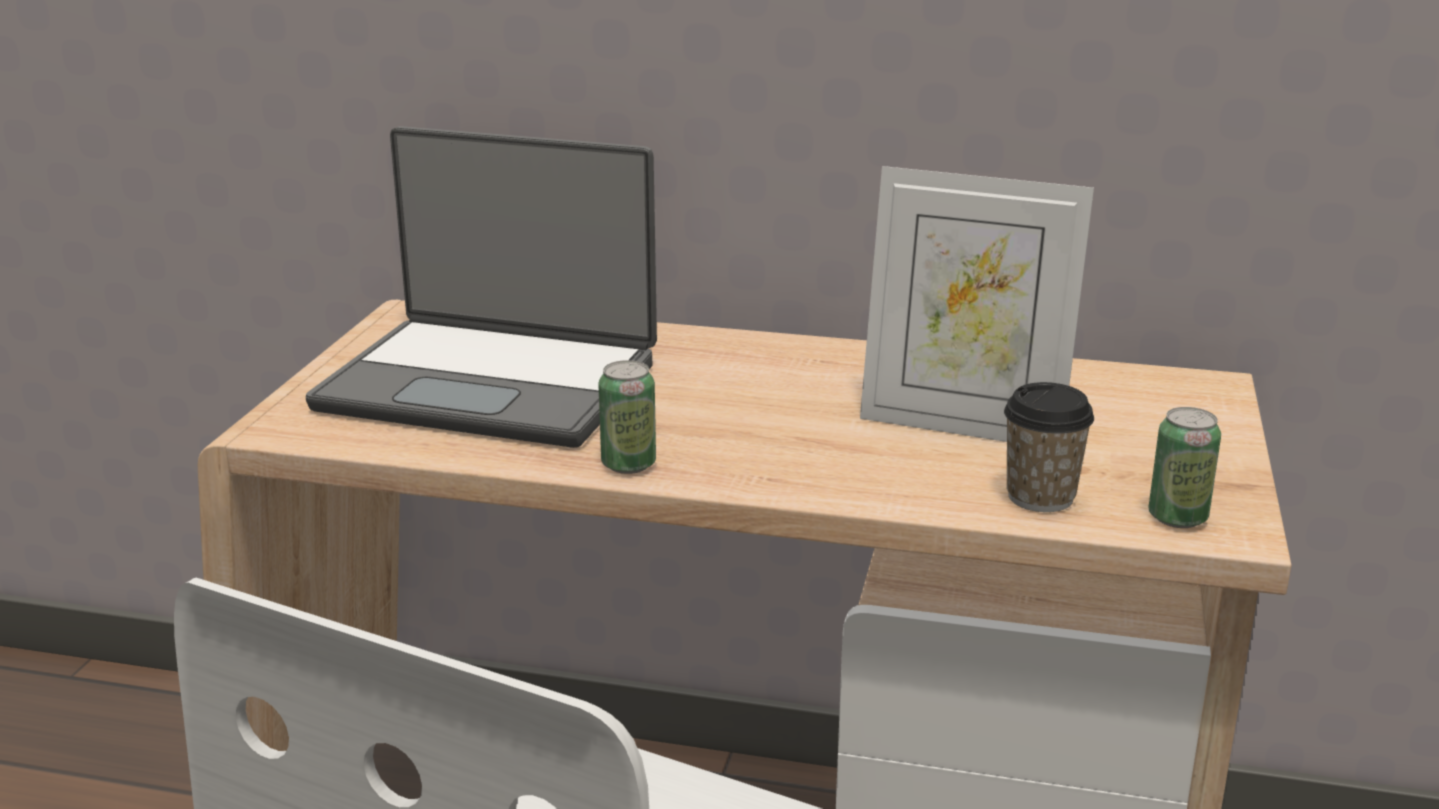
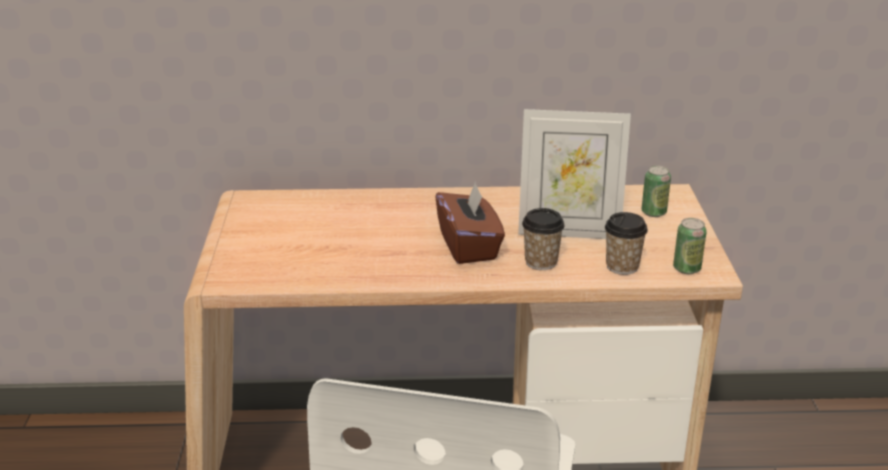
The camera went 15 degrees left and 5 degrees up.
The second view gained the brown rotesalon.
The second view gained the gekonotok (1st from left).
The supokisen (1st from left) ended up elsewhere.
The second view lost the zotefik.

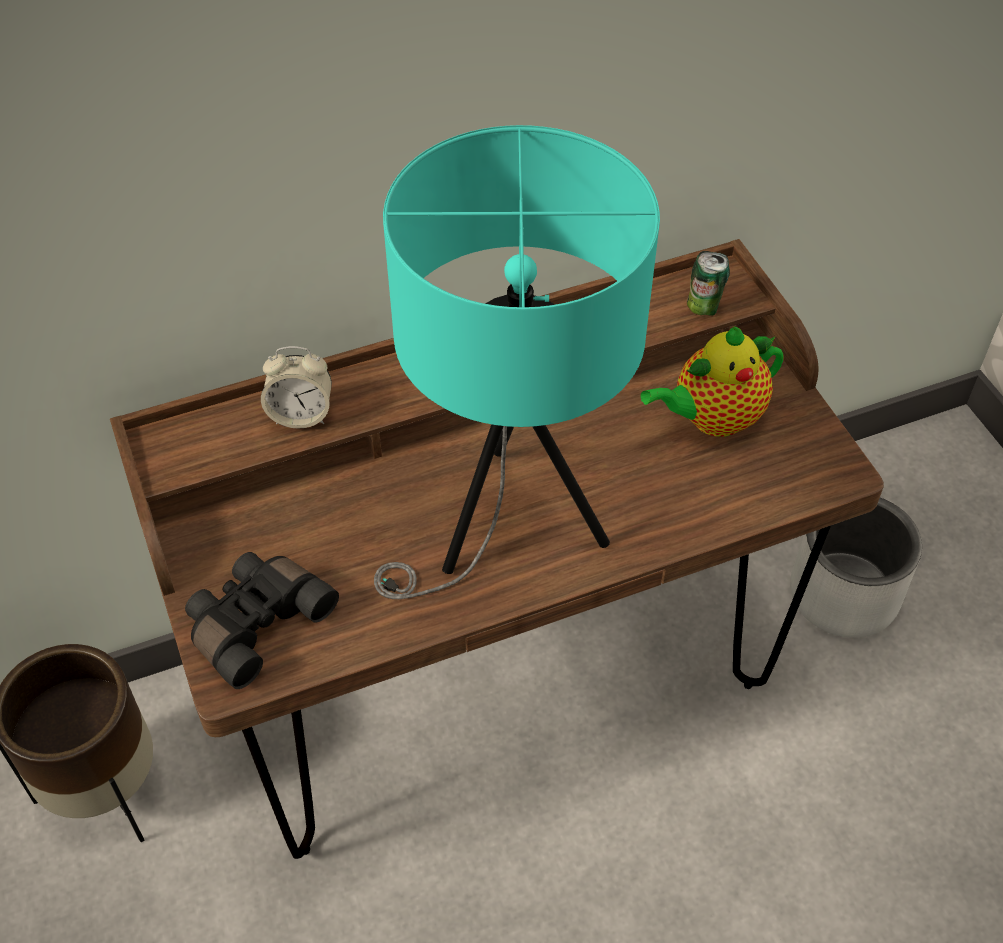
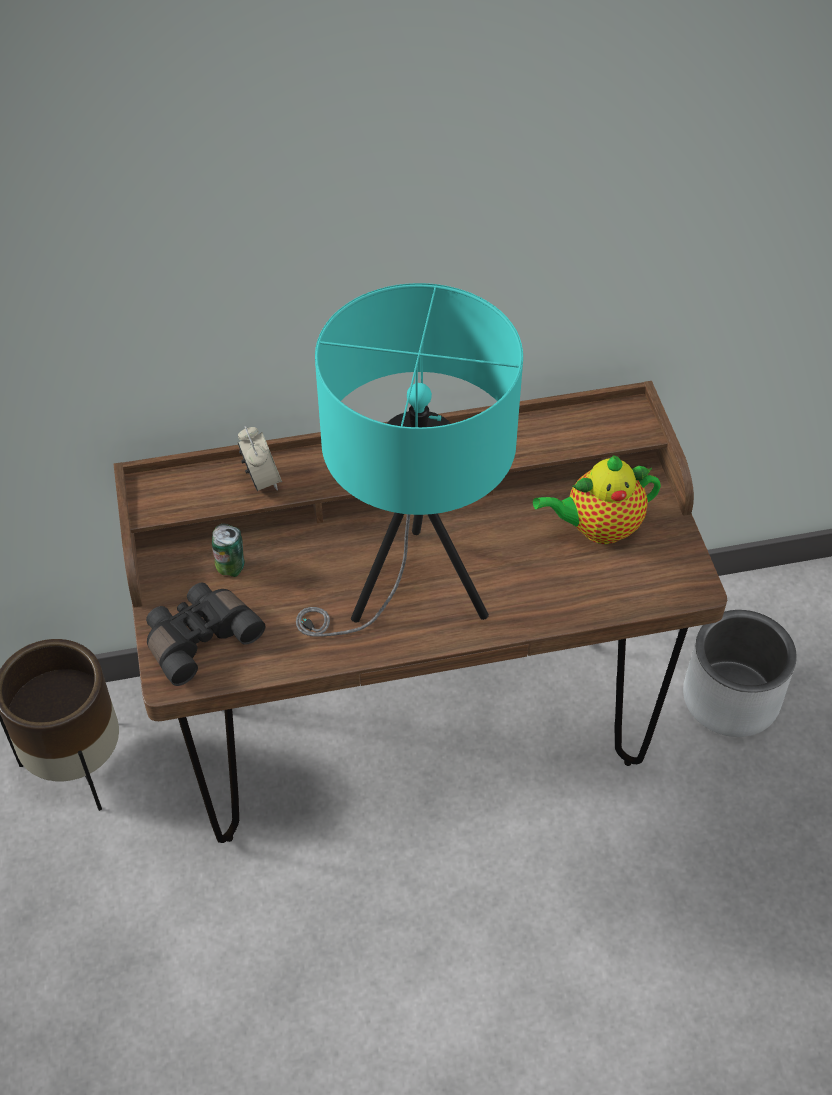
The camera went 10 degrees right and 0 degrees up.
The supokisen ended up elsewhere.
The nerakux ended up facing another way, 120 degrees counterclockwise from before.

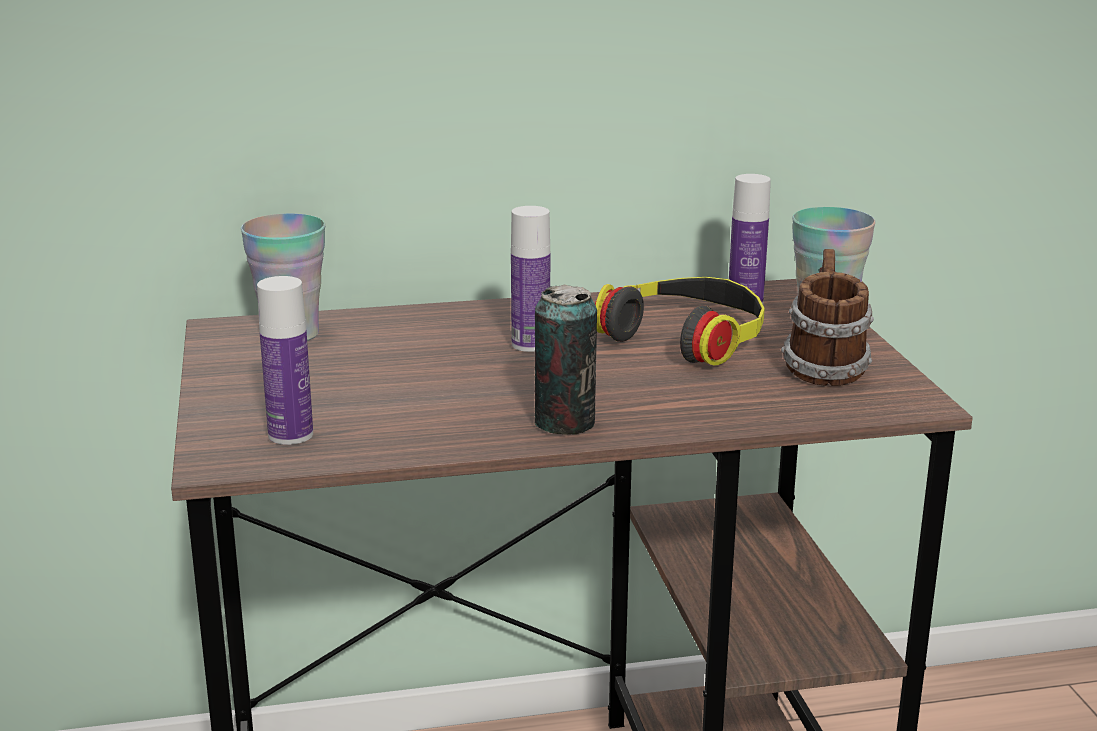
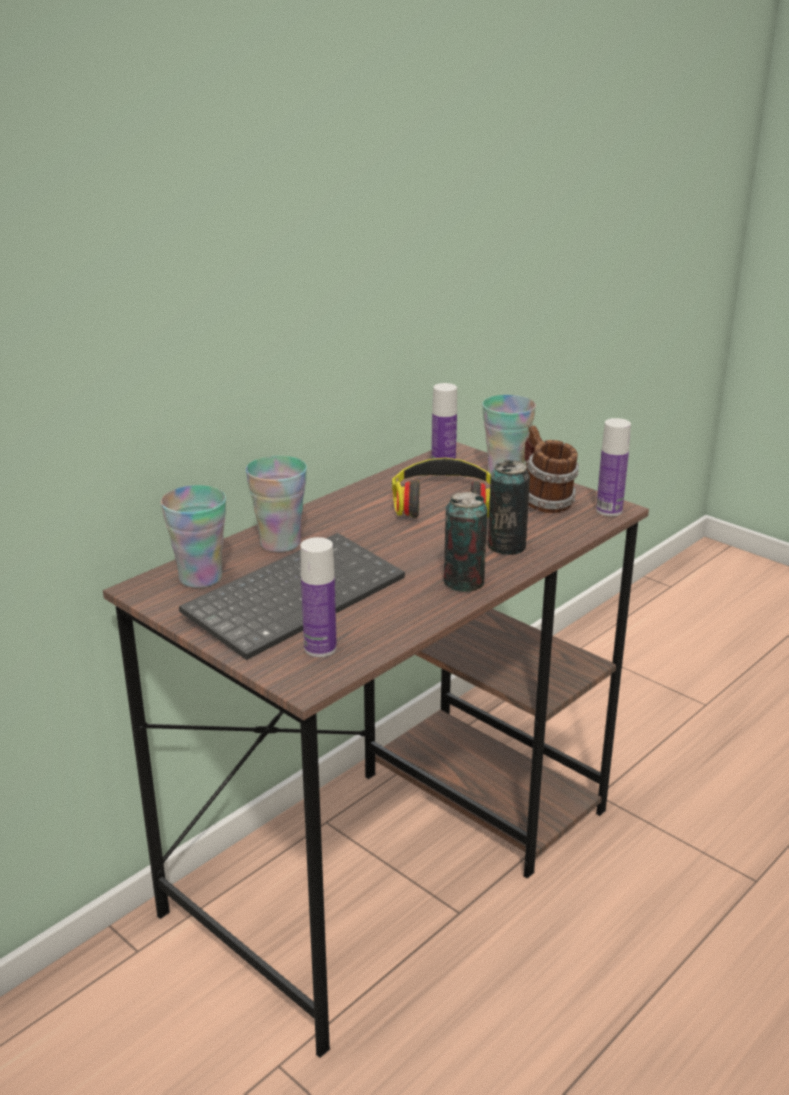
The camera went 35 degrees left and 5 degrees up.
The second view gained the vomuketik.
The second view gained the gekonotok (2nd from left).
The second view gained the supokisen (2nd from left).
The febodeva (2nd from left in the first image) ended up elsewhere.

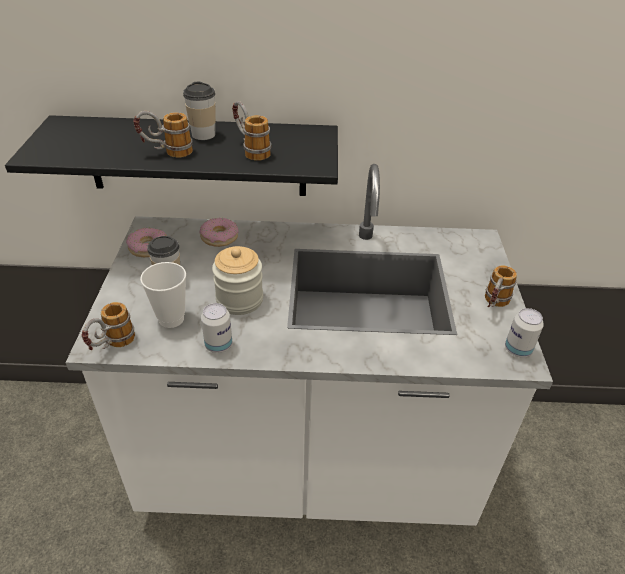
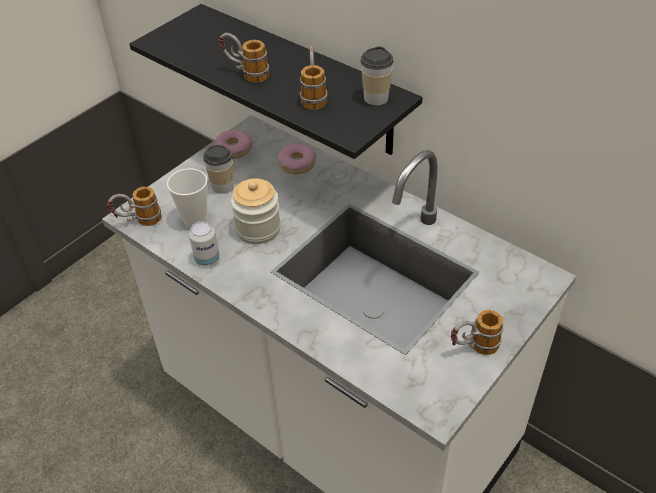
The camera went 40 degrees right and 5 degrees up.
The gekonotok (3rd from left) ended up elsewhere.
The second view lost the supokisen (2nd from left).

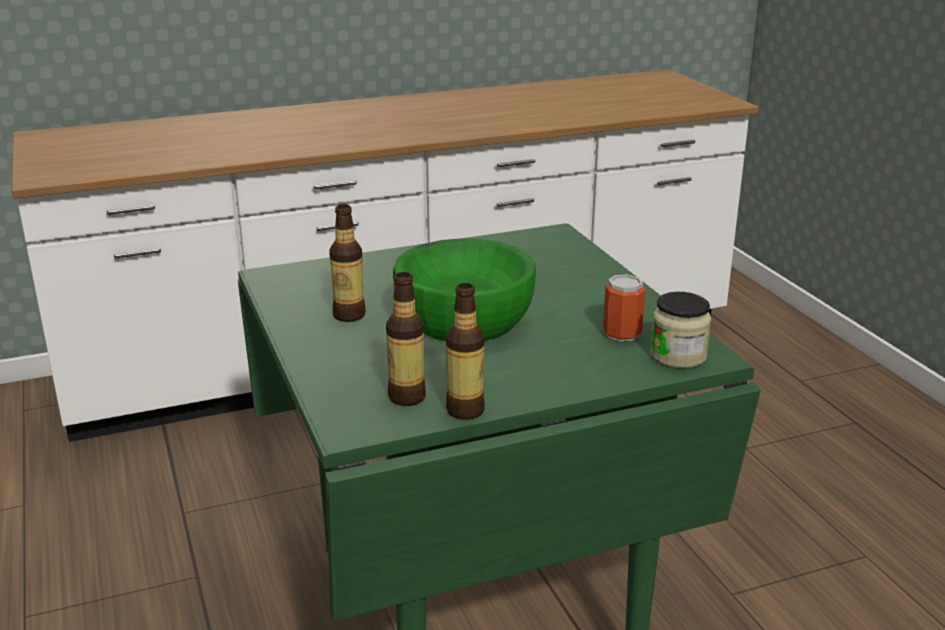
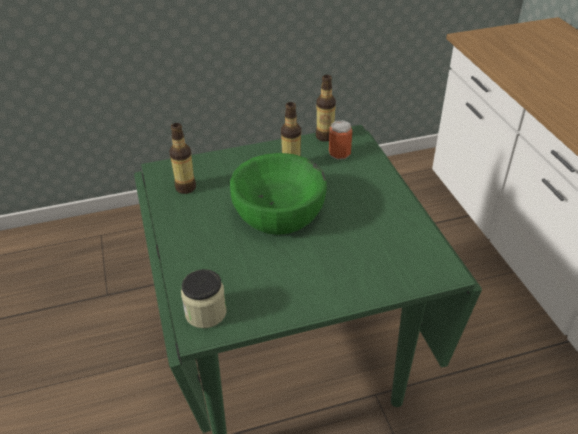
The camera went 95 degrees right and 15 degrees up.
The febodeva (3rd from left) ended up elsewhere.
The supokisen ended up elsewhere.

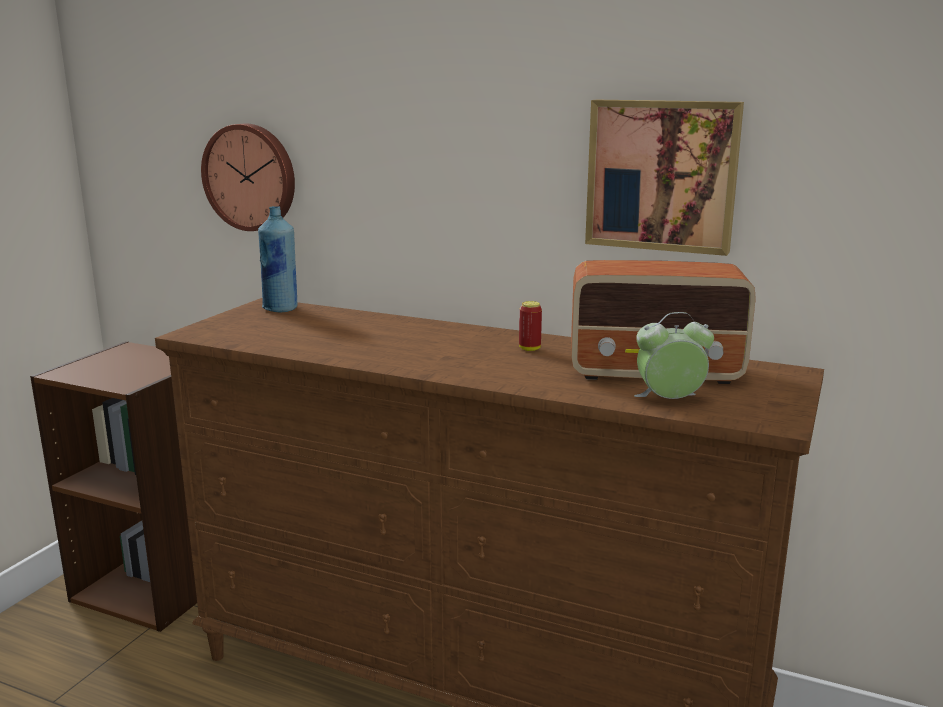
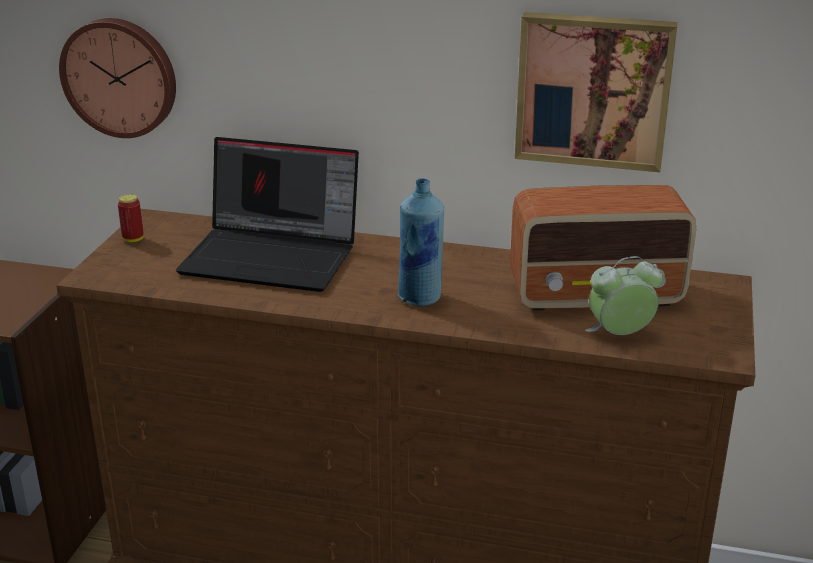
The camera went 10 degrees left and 10 degrees up.
The supokisen ended up elsewhere.
The second view gained the zotefik.
The blue febodeva ended up elsewhere.

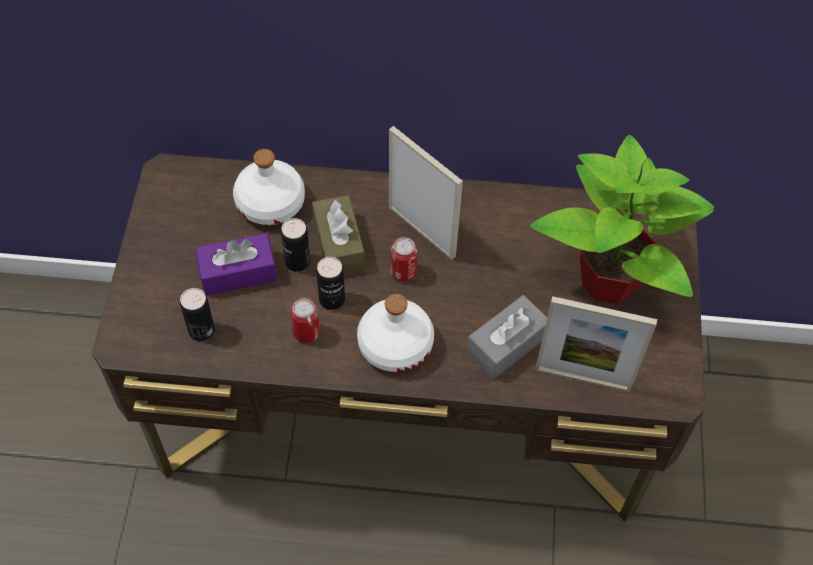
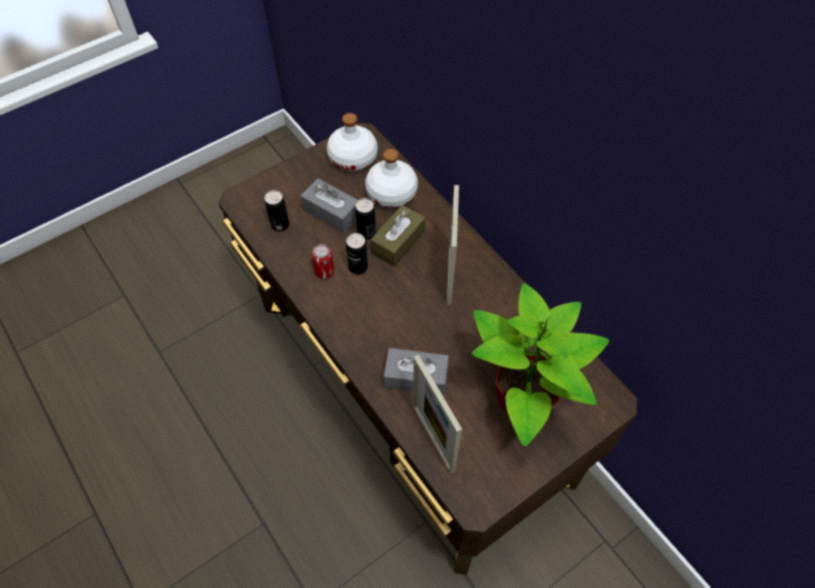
The camera went 50 degrees right and 0 degrees up.
What was the purple rotesalon turned into the grey rotesalon (1st from left).
The white febodeva (2nd from left in the first image) ended up elsewhere.
The second view lost the supokisen (5th from left).

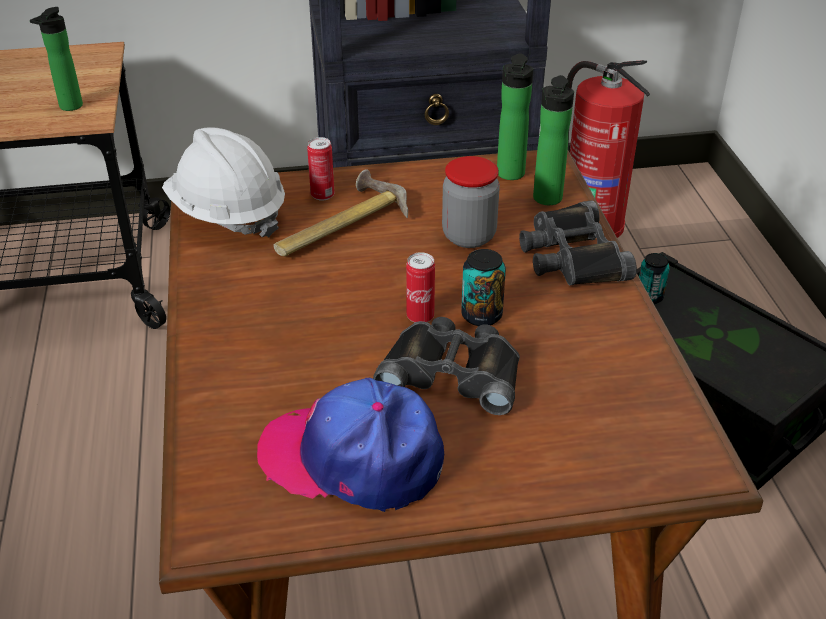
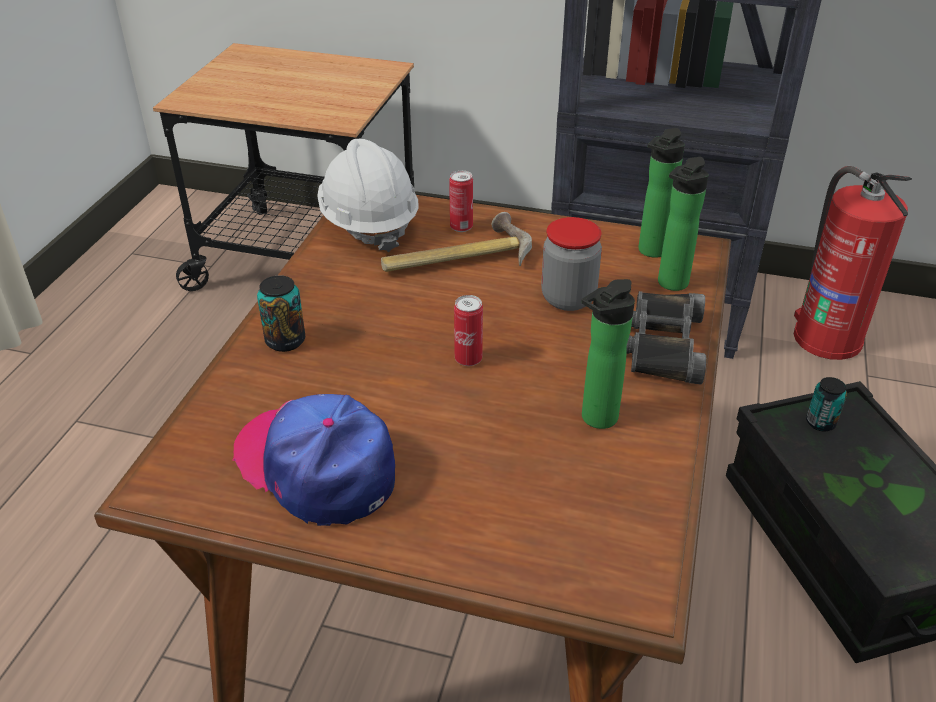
The camera went 25 degrees right and 0 degrees up.
The supokisen (3rd from left in the first image) ended up elsewhere.
The febodeva (1st from left) ended up elsewhere.
The second view lost the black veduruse (1st from left).

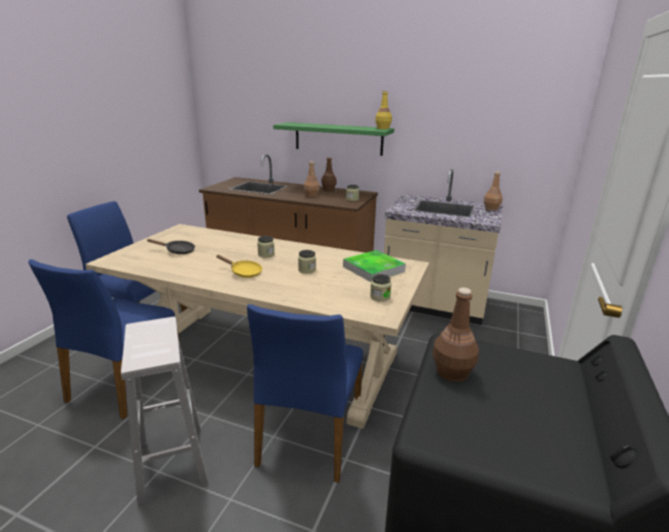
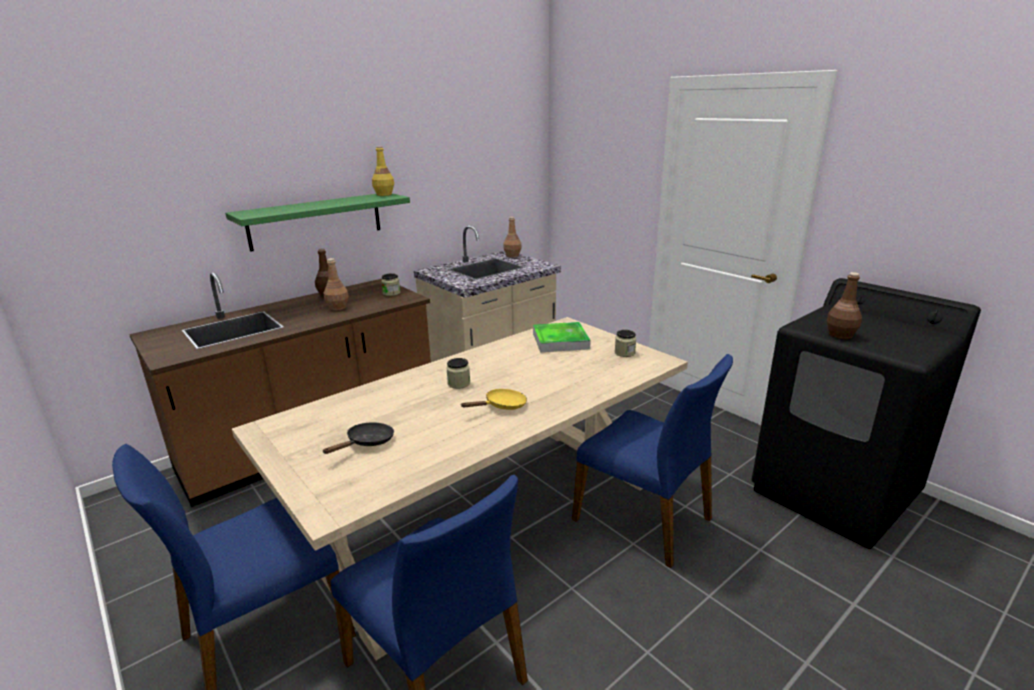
The camera went 60 degrees left and 0 degrees up.
The second view lost the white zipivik.
The second view lost the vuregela (2nd from left).

